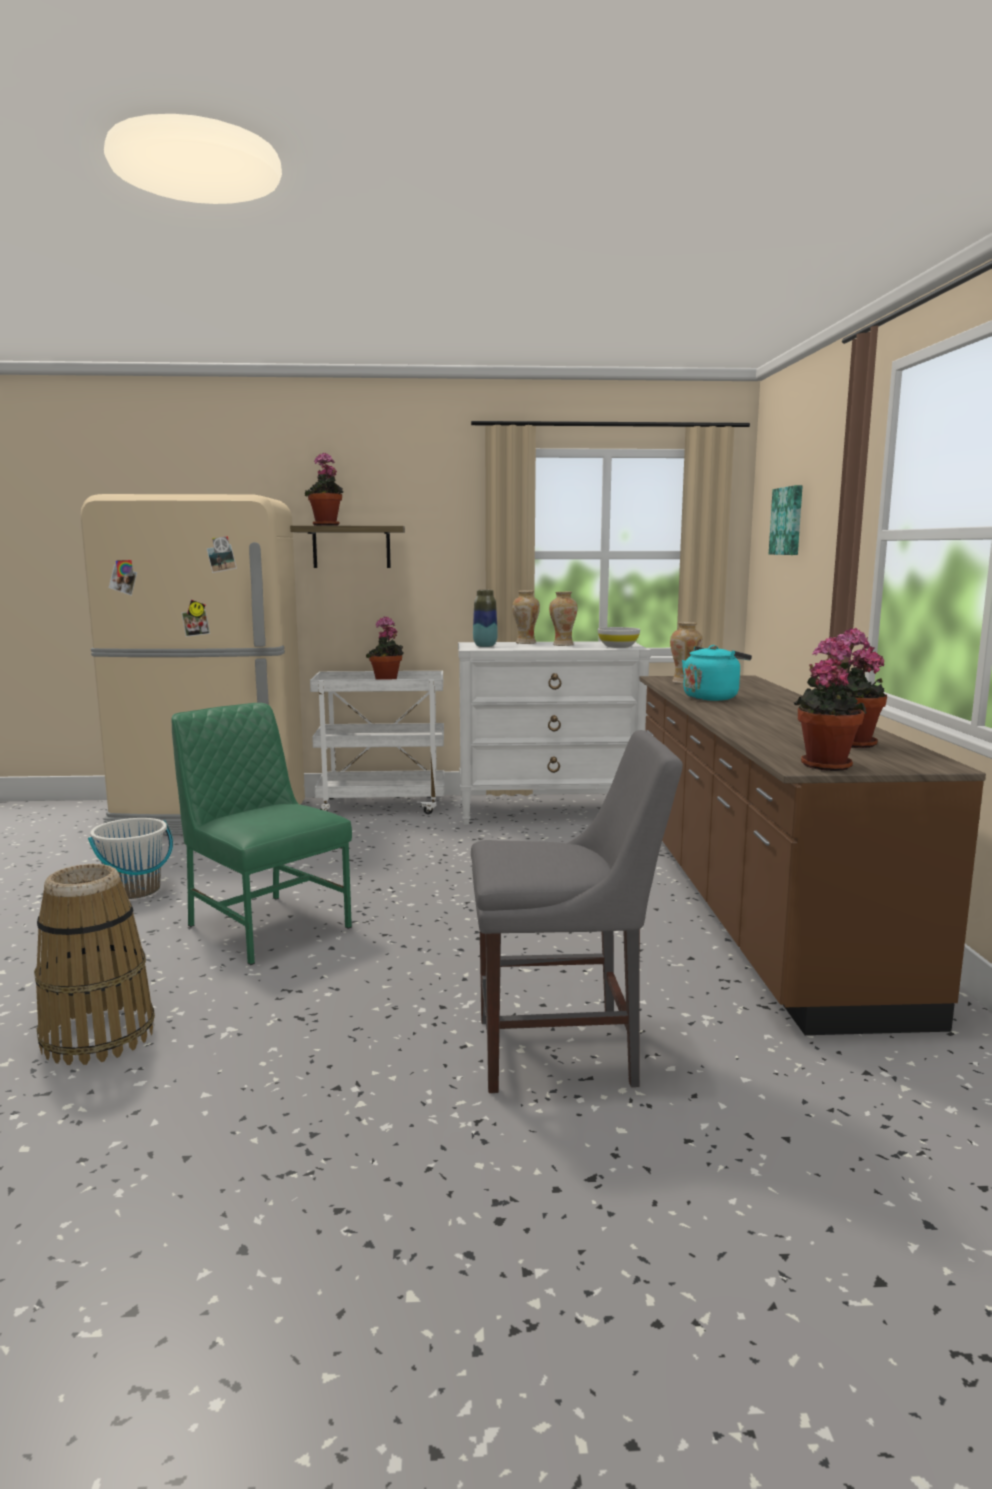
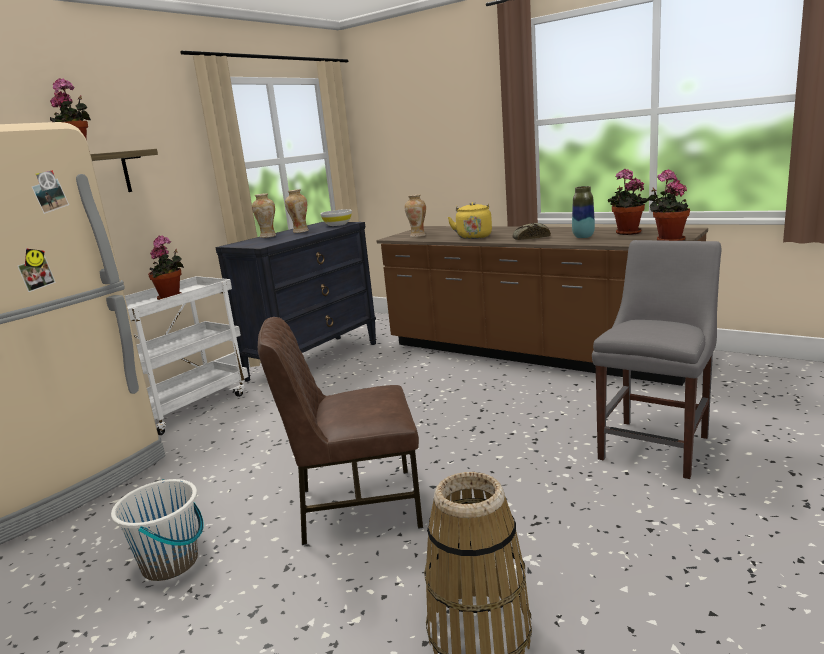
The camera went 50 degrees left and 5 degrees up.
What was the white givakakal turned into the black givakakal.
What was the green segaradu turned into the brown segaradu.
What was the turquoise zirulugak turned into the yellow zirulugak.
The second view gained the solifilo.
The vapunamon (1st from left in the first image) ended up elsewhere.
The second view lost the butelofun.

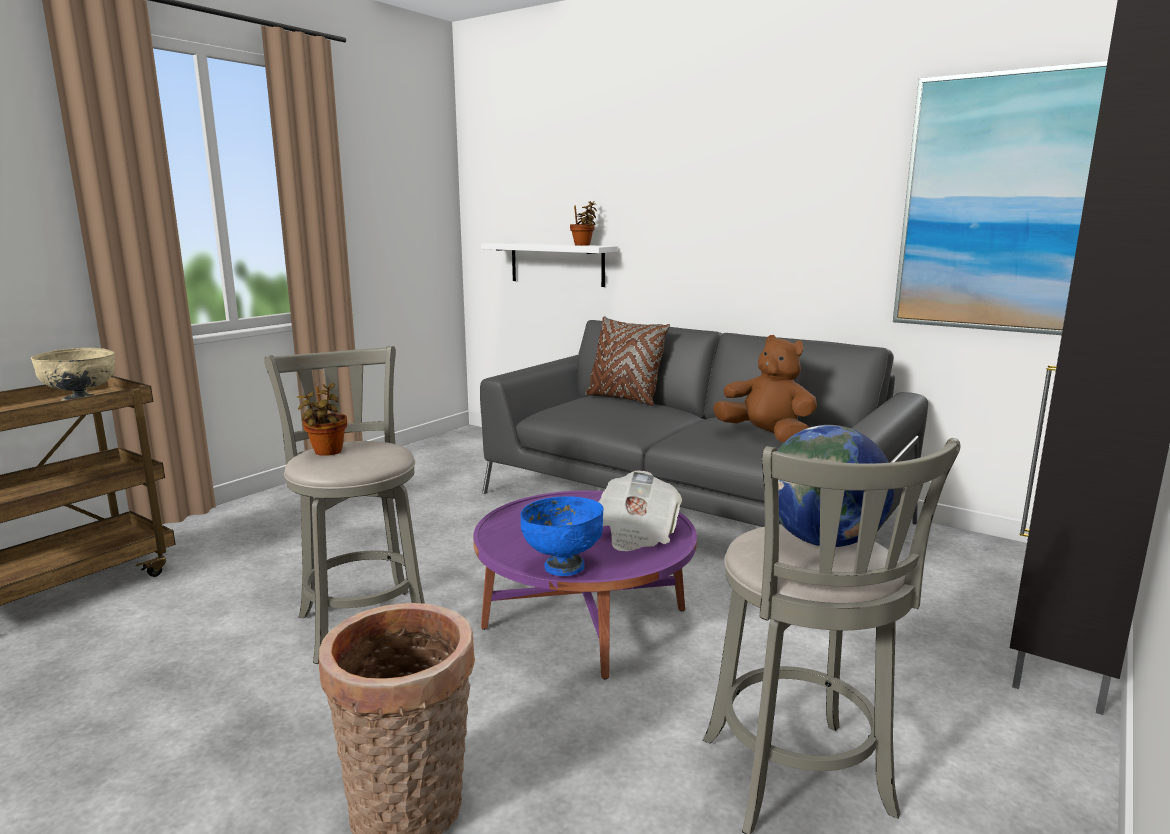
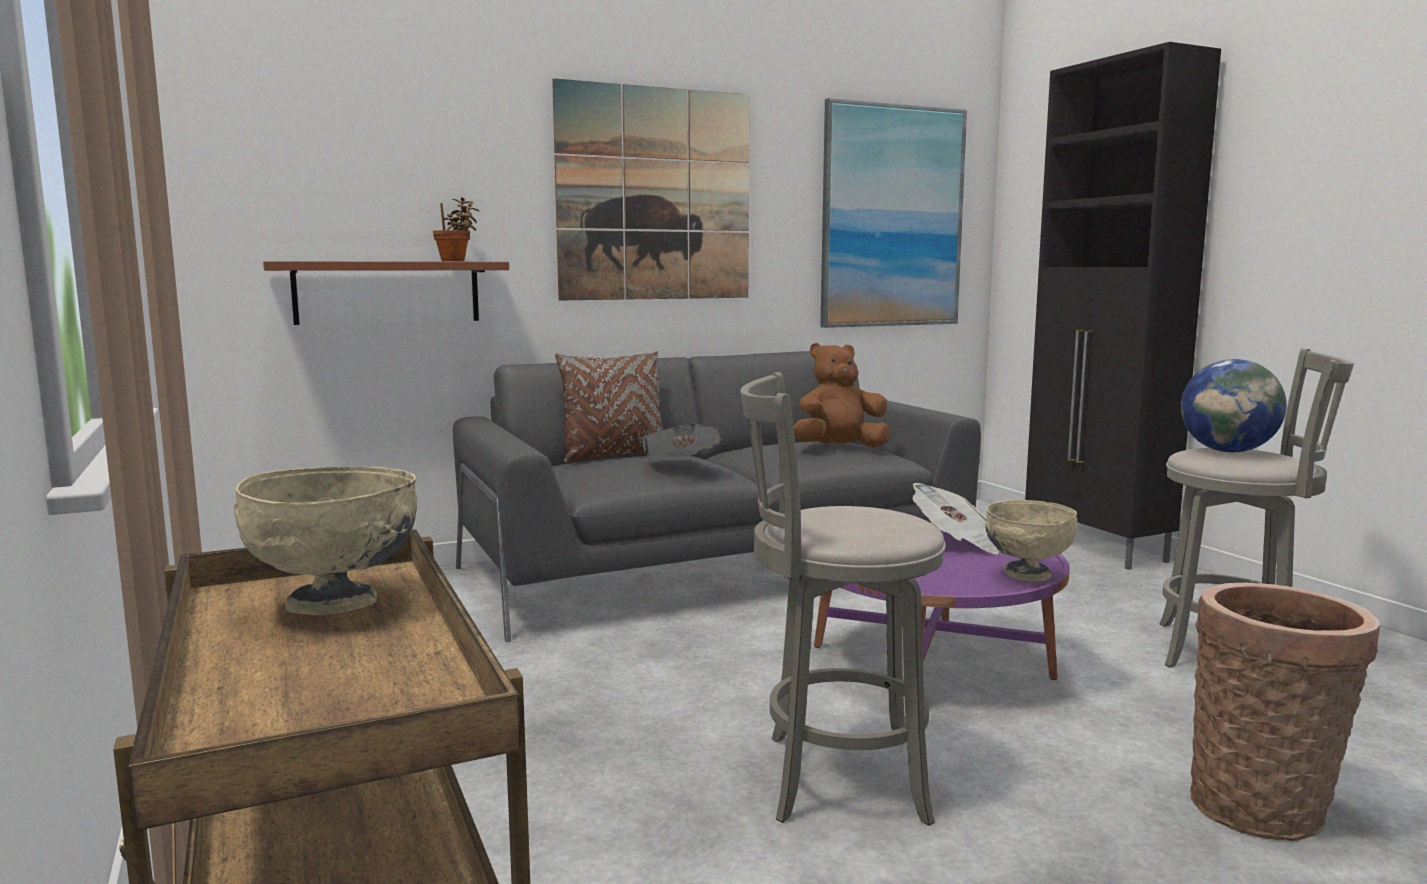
The camera went 60 degrees left and 5 degrees down.
What was the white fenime turned into the brown fenime.
The second view gained the butelofun (1st from left).
The second view gained the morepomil (1st from left).
What was the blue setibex turned into the beige setibex (2nd from left).
The second view lost the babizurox (1st from left).

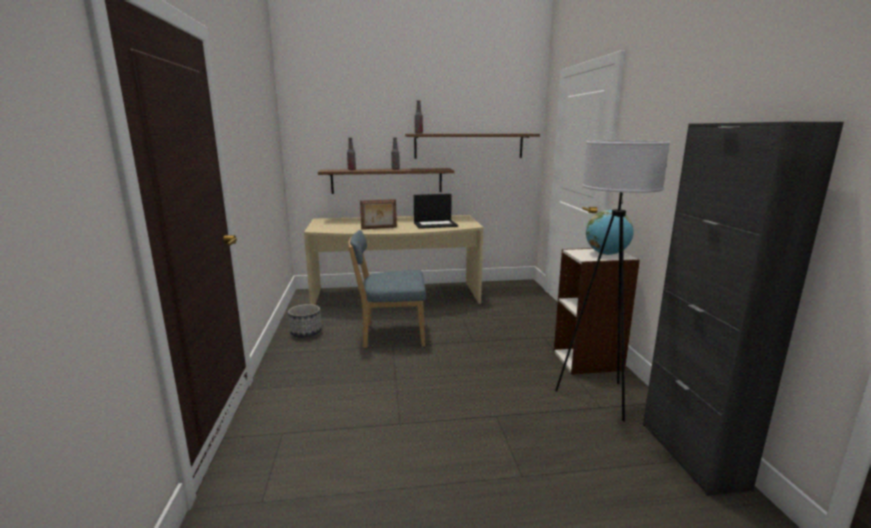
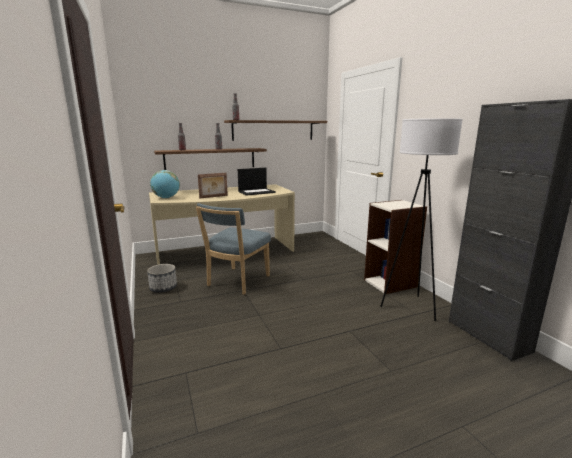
The camera went 15 degrees left and 0 degrees up.
The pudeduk ended up elsewhere.
The blue segaradu ended up facing another way, 45 degrees counterclockwise from before.

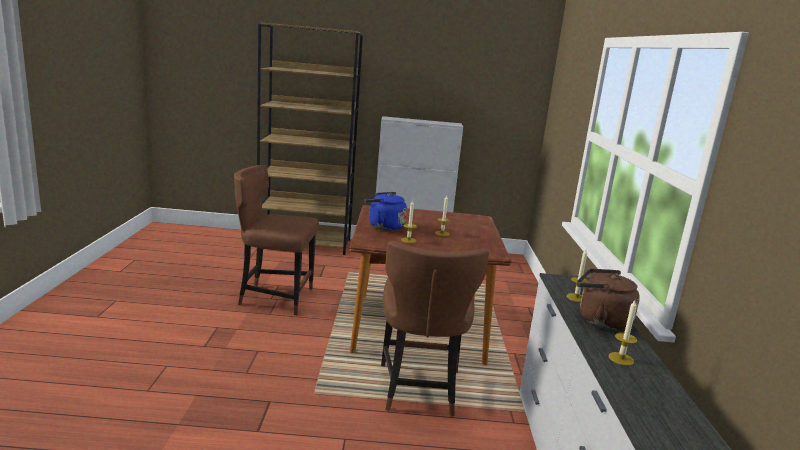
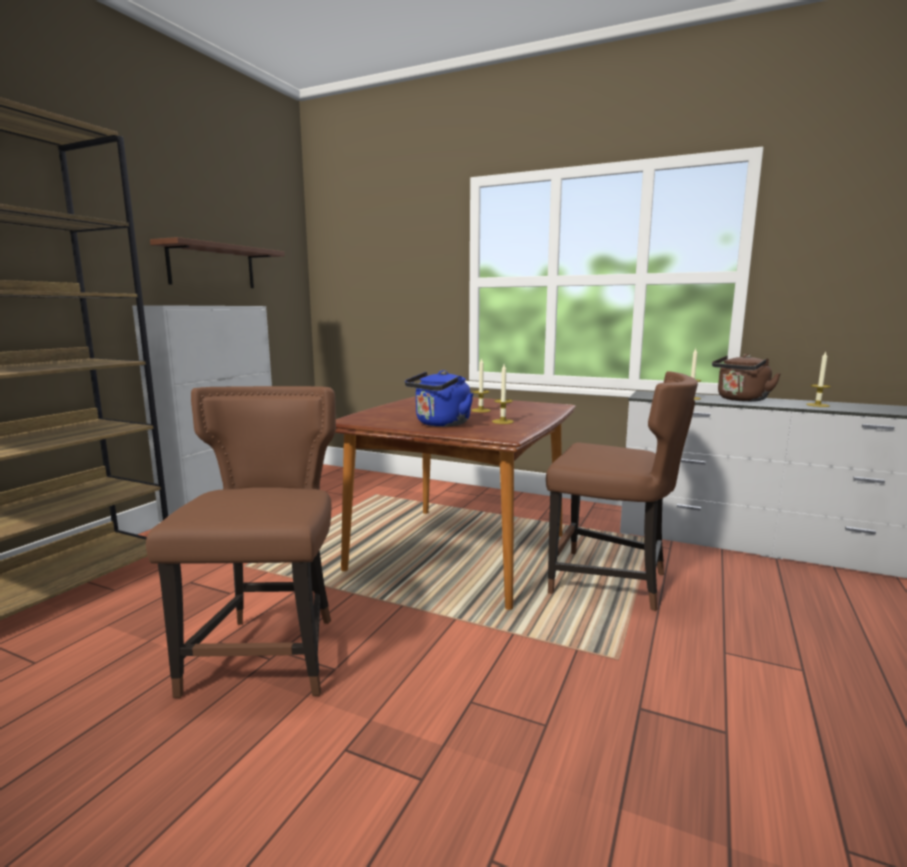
The camera went 65 degrees left and 5 degrees down.
The brown segaradu (1st from left) ended up facing another way, 150 degrees clockwise from before.
The second view gained the brown fenime.

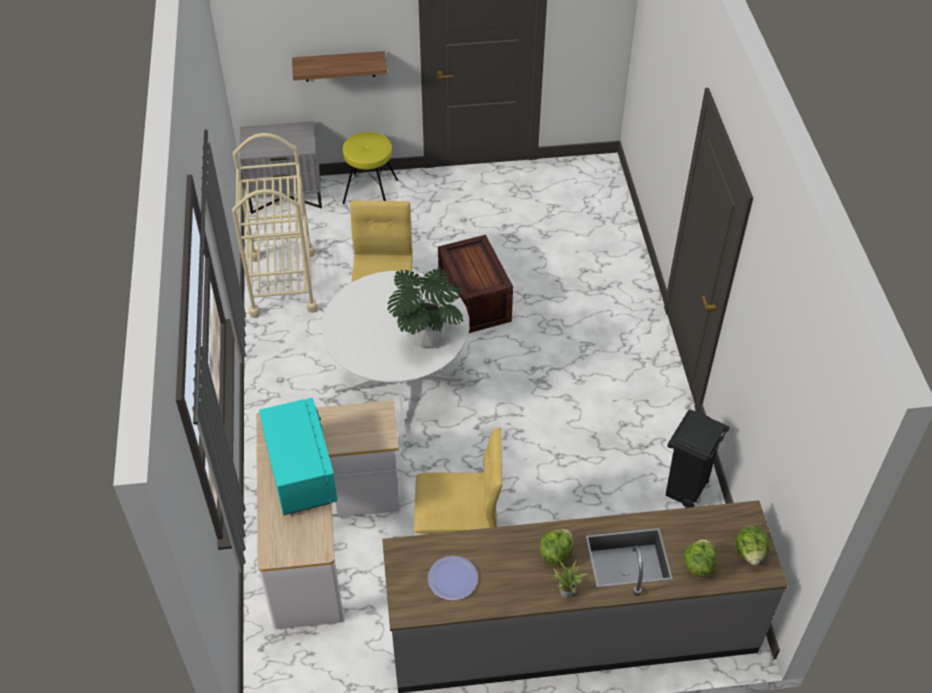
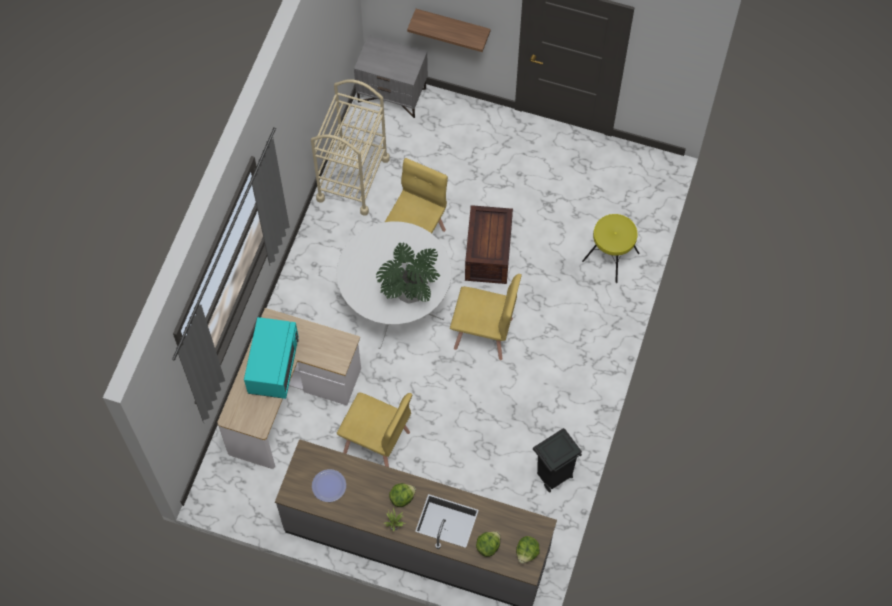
The camera went 25 degrees right and 15 degrees up.
The second view gained the yellow segaradu (3rd from left).
The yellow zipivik ended up elsewhere.

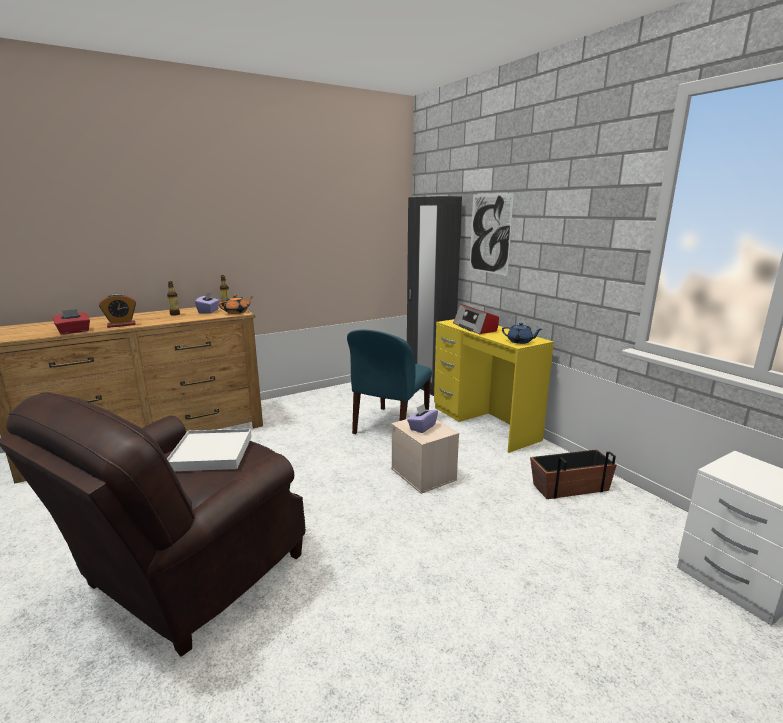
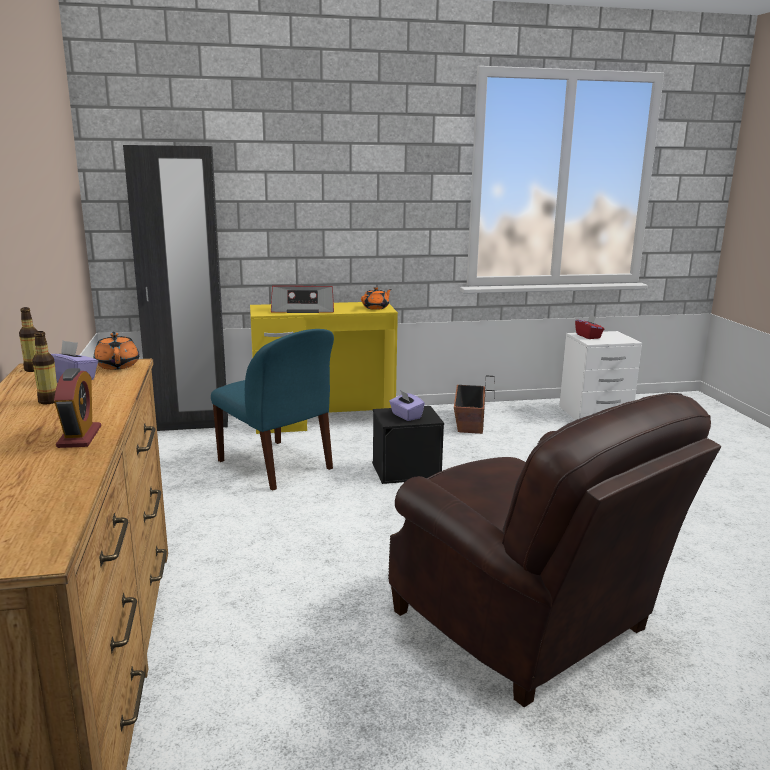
The camera went 70 degrees left and 0 degrees up.
What was the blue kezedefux turned into the orange kezedefux (2nd from left).
What was the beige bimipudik turned into the black bimipudik.
The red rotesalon ended up elsewhere.
The second view lost the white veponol.
The second view lost the butelofun.

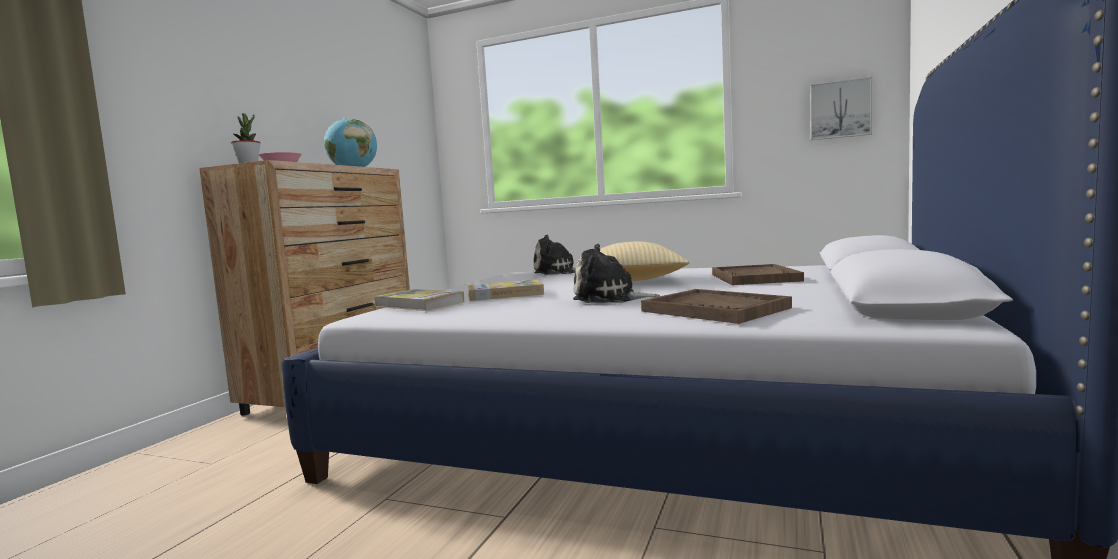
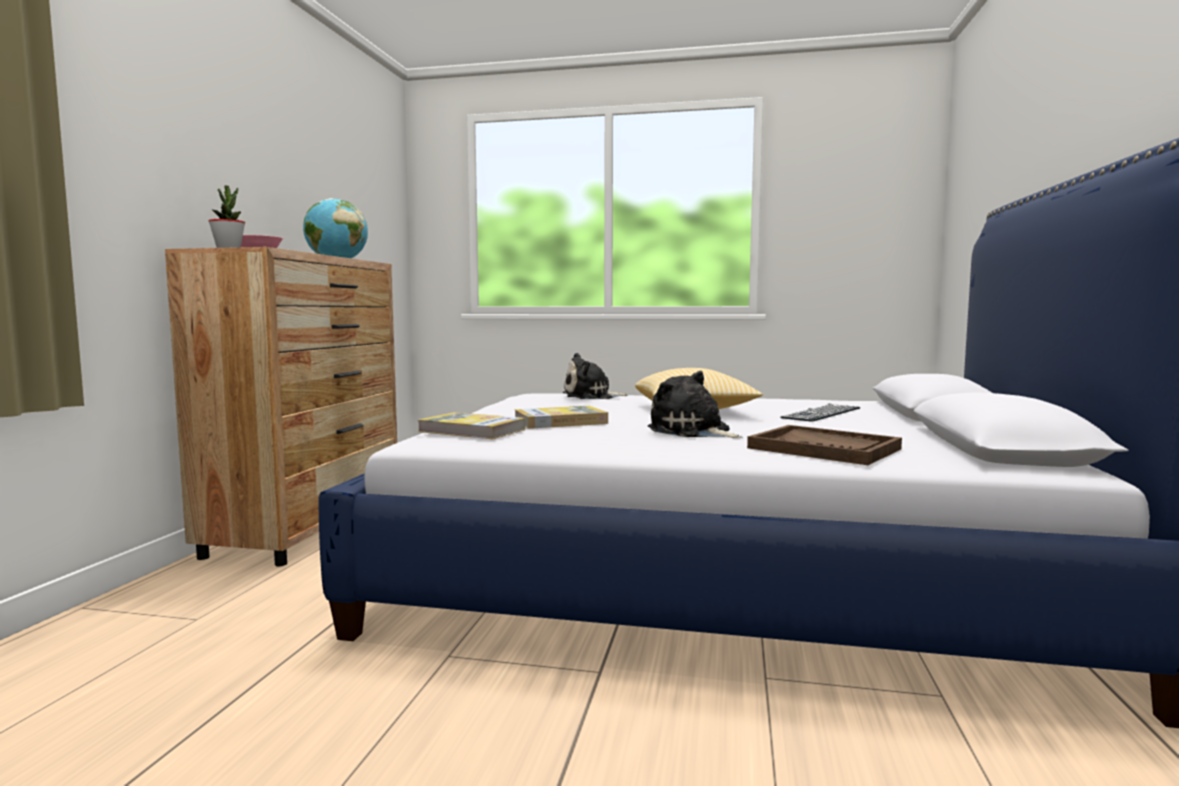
The camera went 10 degrees left and 0 degrees up.
The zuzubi (2nd from left) ended up facing another way, 45 degrees clockwise from before.
Where the brown veponol (2nd from left) stood, the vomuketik came to stand.
The second view lost the butelofun.

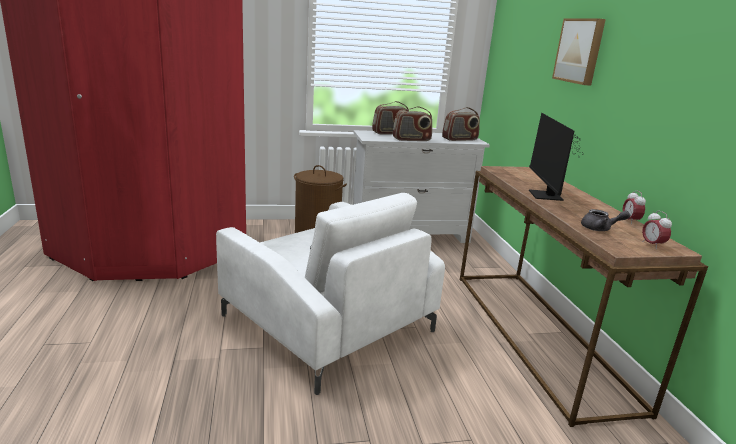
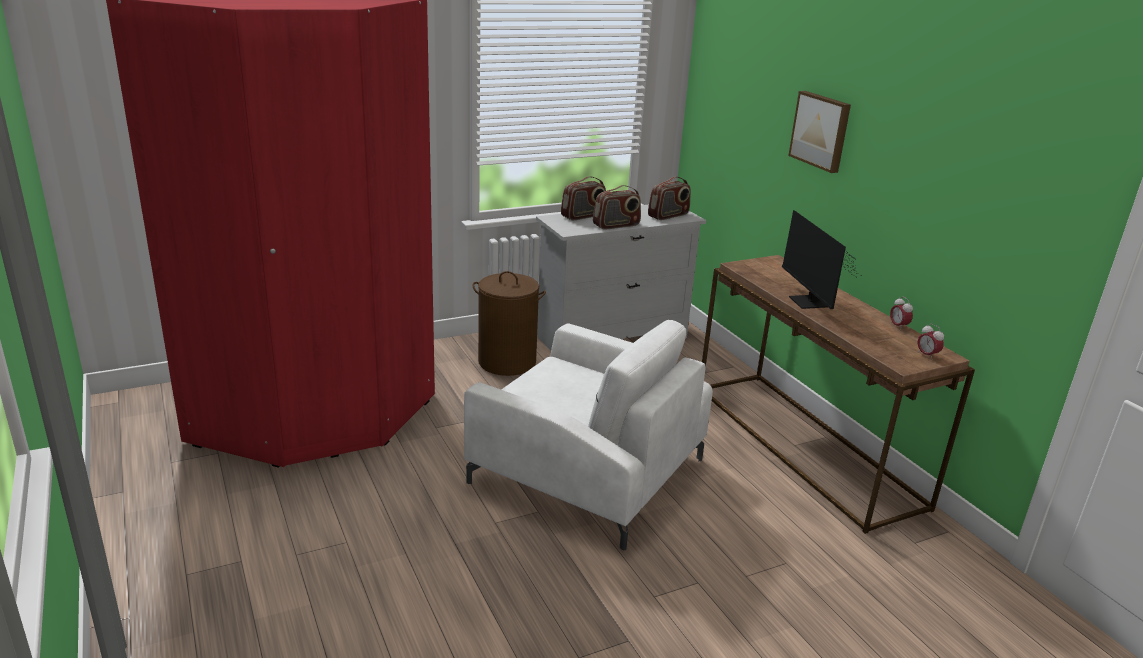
The camera went 15 degrees left and 5 degrees up.
The second view lost the grey kezedefux.

